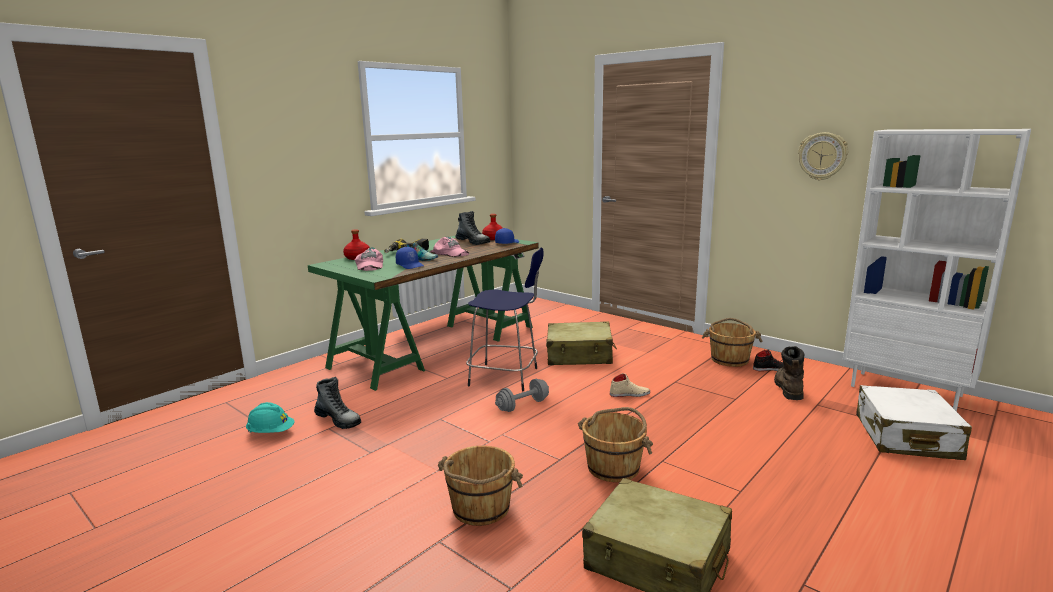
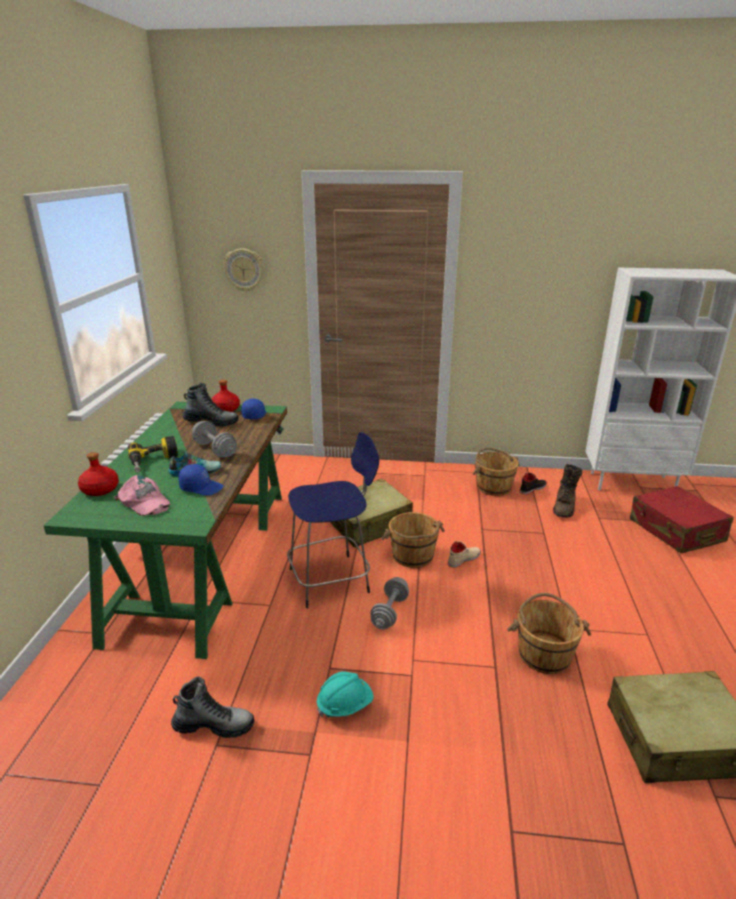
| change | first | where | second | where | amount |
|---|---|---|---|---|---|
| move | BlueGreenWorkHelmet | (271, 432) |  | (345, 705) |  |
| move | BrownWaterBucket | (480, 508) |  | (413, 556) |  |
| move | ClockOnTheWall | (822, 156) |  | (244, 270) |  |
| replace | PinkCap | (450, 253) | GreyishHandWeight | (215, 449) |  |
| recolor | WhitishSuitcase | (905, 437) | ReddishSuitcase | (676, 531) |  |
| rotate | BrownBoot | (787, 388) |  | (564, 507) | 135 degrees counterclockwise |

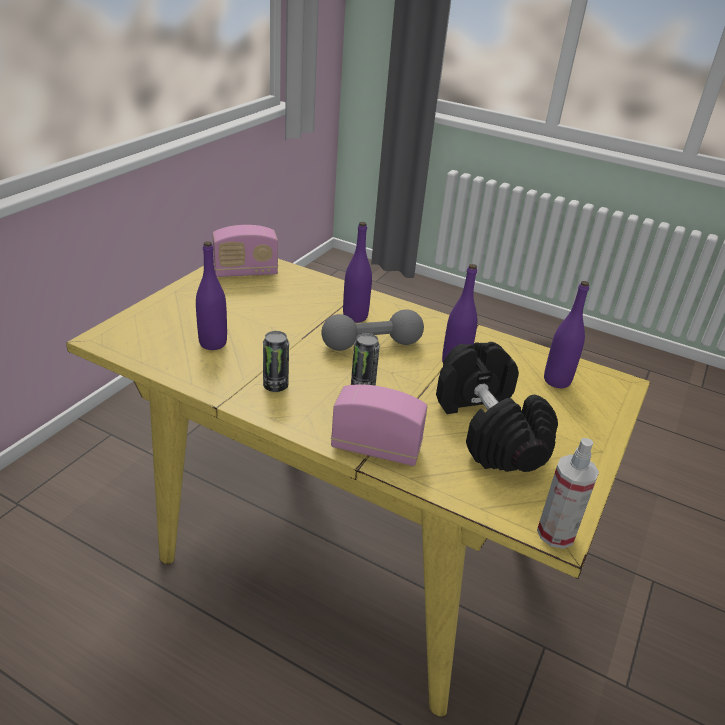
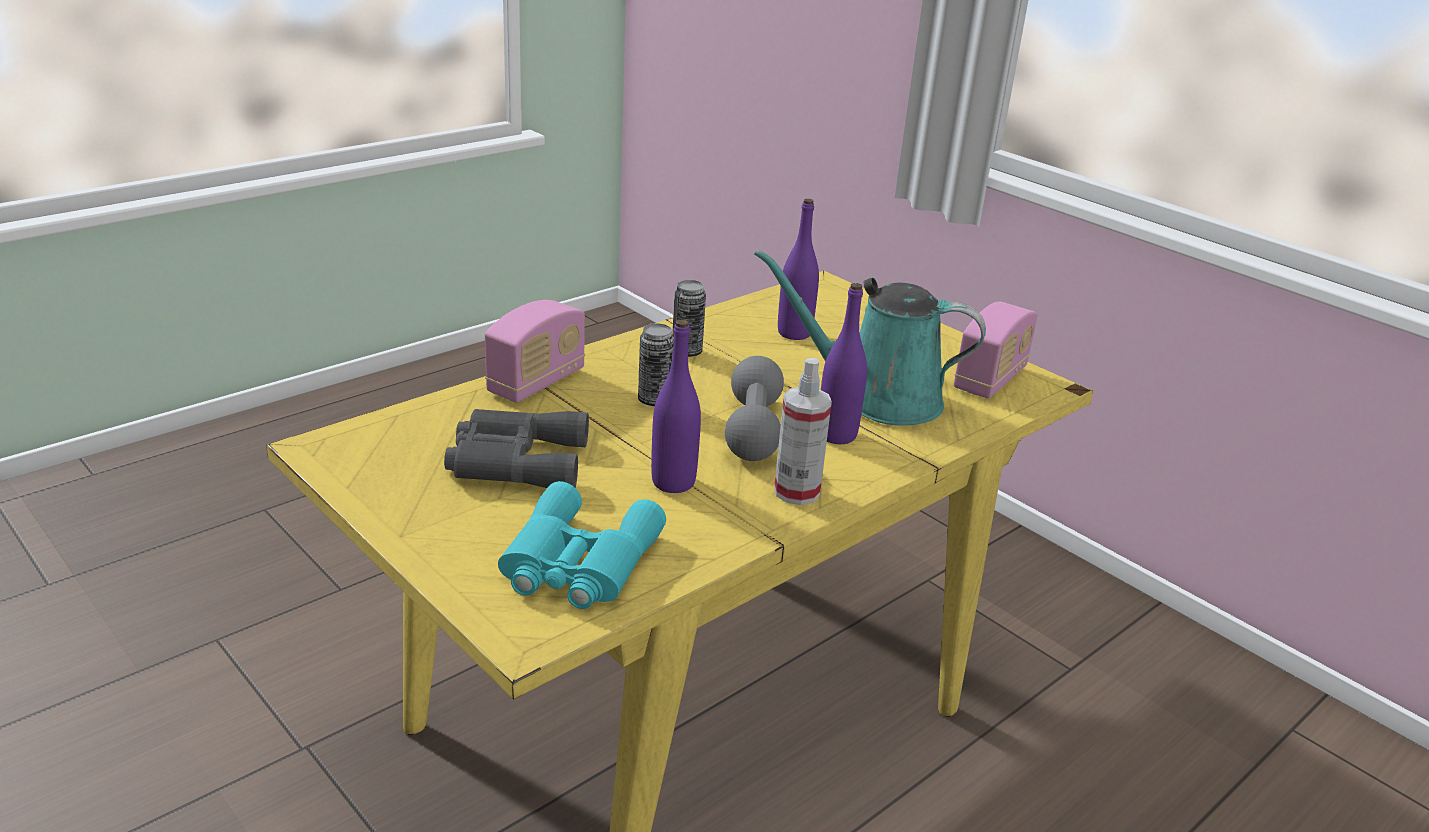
| change | first | where | second | where | amount |
|---|---|---|---|---|---|
| insert |  |  | BlueGreenSprinklingCan | (876, 398) |  |
| move | HandSprayer | (556, 533) |  | (796, 492) |  |
| replace | BlackHandWeight | (487, 429) | GreyishFieldGlasses | (514, 460) |  |
| replace | PurpleColouredBeverageBottle | (557, 381) | BlueGreenFieldGlasses | (577, 563) |  |
| rotate | Radio | (245, 272) |  | (990, 379) | 150 degrees counterclockwise |

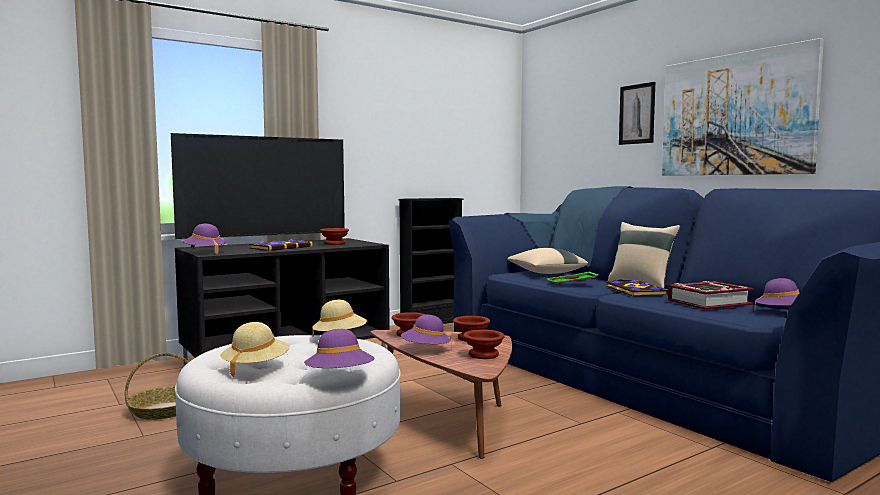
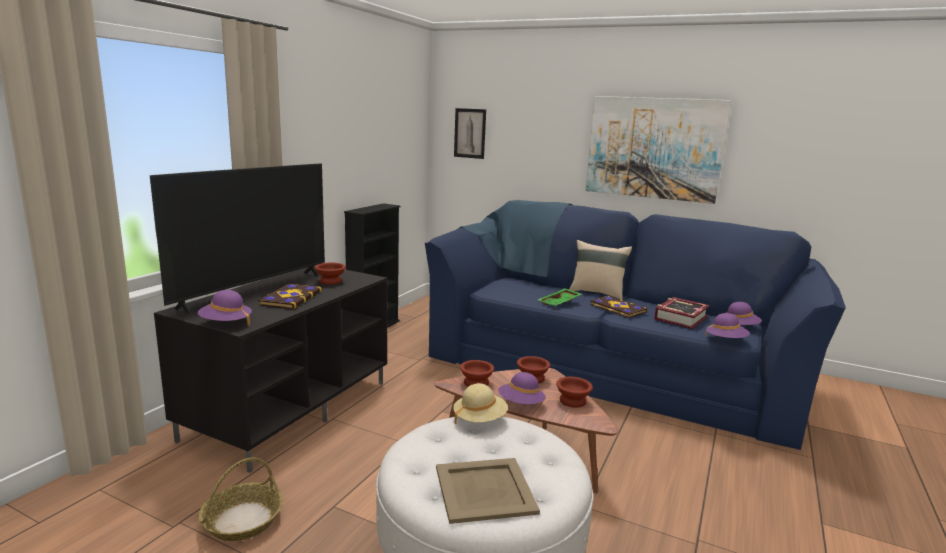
| change | first | where | second | where | amount |
|---|---|---|---|---|---|
| delete | BeigeColouredCushion | (545, 273) |  |  |  |
| move | PurpleColouredWearableHat | (340, 377) |  | (726, 340) |  |
| move | WallArt | (637, 114) |  | (470, 133) |  |
| replace | BeigeColouredWearableHat | (255, 367) | BeigeColouredServingTray | (484, 490) |  |

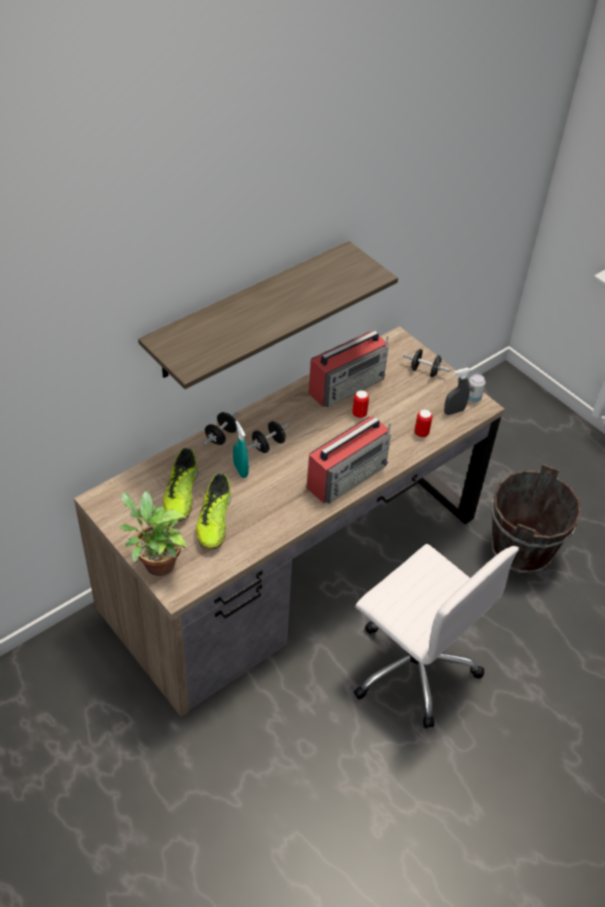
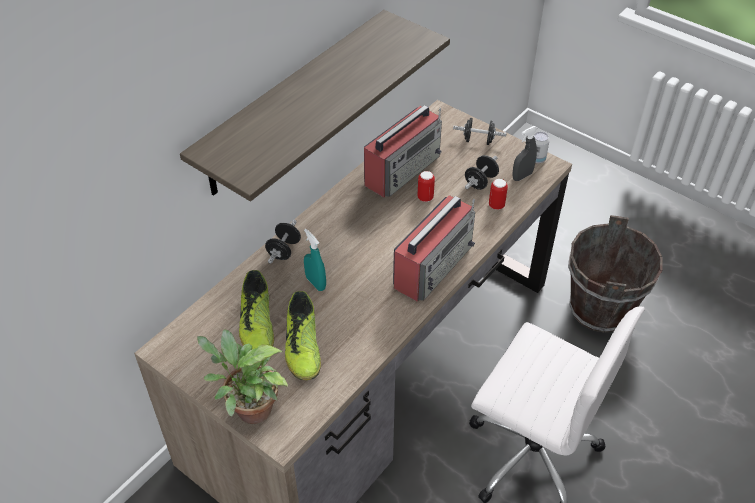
| change | first | where | second | where | amount |
|---|---|---|---|---|---|
| move | BlackHandWeight | (268, 445) |  | (480, 181) |  |

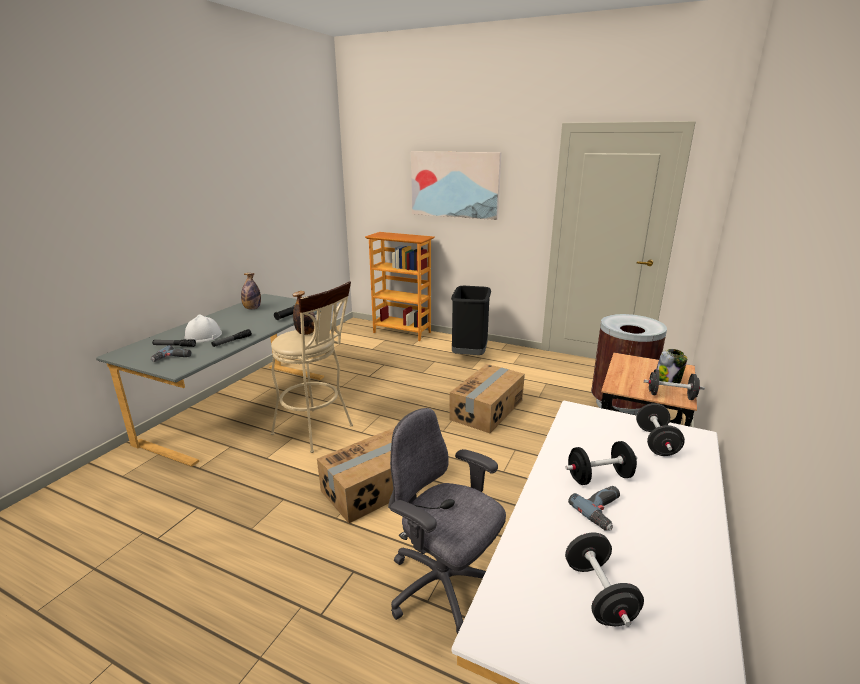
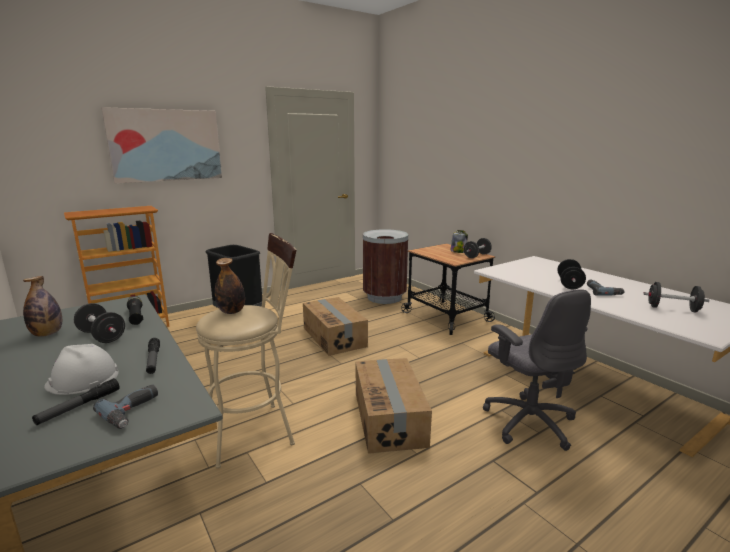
| change | first | where | second | where | amount |
|---|---|---|---|---|---|
| move | BlackHandWeight | (656, 442) |  | (102, 336) |  |
| rotate | GreyishComputerChair | (443, 588) |  | (529, 421) | 90 degrees counterclockwise |

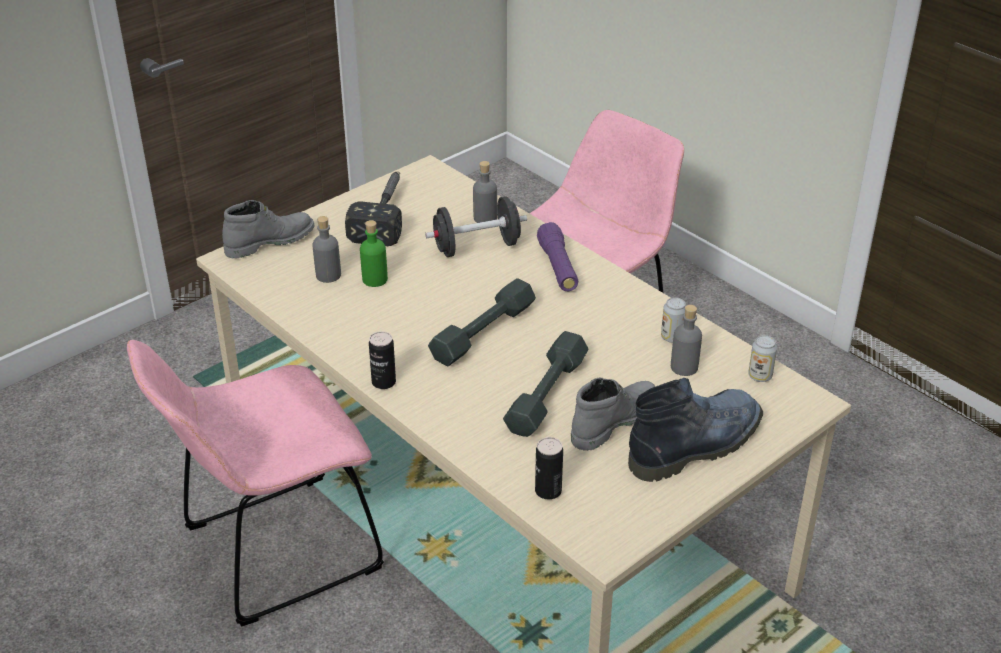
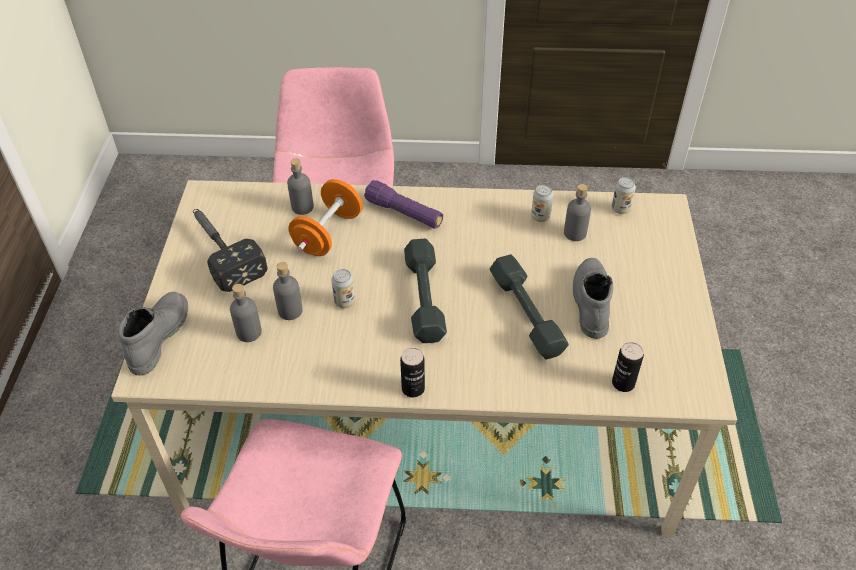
| change | first | where | second | where | amount |
|---|---|---|---|---|---|
| delete | Boot | (696, 444) |  |  |  |
| insert |  |  | Can | (345, 302) |  |
| recolor | GreenBeverageBottle | (375, 279) | GreyishBeverageBottle | (290, 311) |  |
| recolor | BlackHandWeight | (476, 247) | OrangeColouredHandWeight | (328, 234) |  |

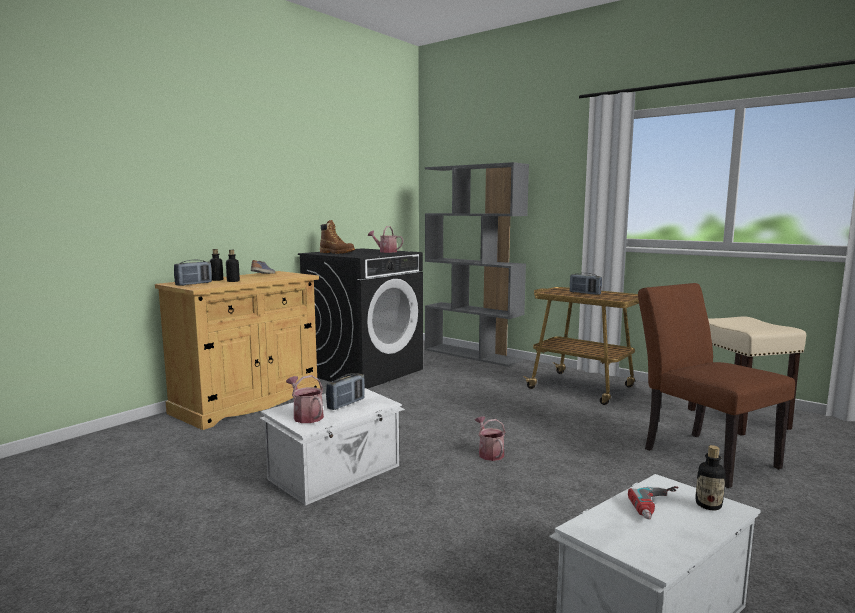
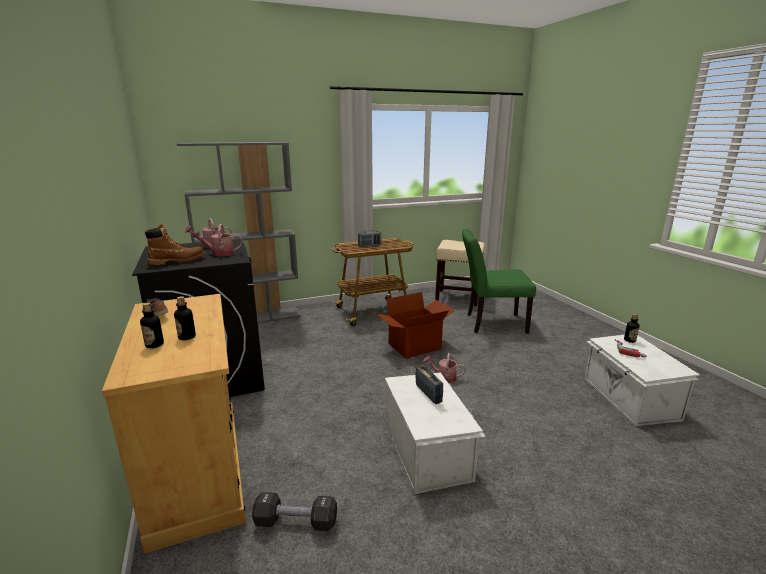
| change | first | where | second | where | amount |
|---|---|---|---|---|---|
| delete | Radio | (194, 284) |  |  |  |
| insert |  |  | BlackHandWeight | (296, 522) |  |
| insert |  |  | Carton | (415, 347) |  |
| move | SprinklingCan | (306, 416) |  | (220, 253) |  |
| recolor | BrownChair | (701, 454) | GreenChair | (491, 323) |  |

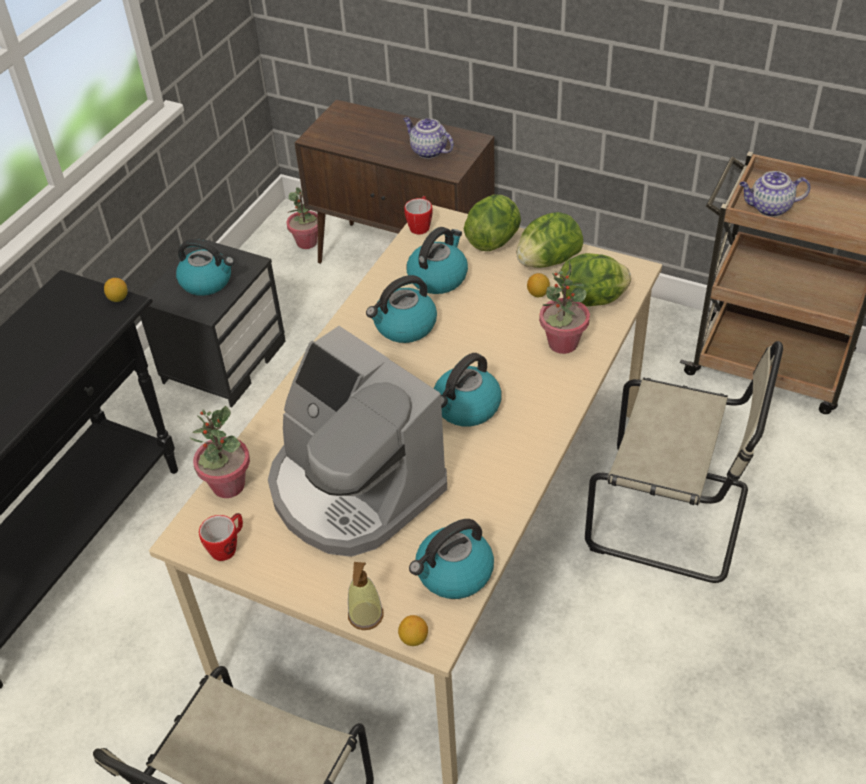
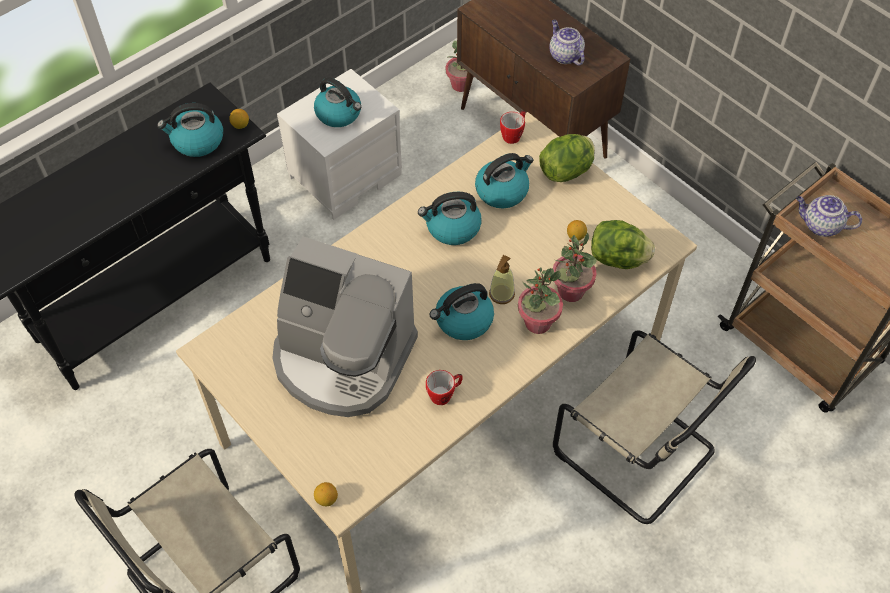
| change | first | where | second | where | amount |
|---|---|---|---|---|---|
| delete | LettuceHead | (548, 262) |  |  |  |
| move | Houseplant | (228, 485) |  | (537, 322) |  |
| move | TeaMug | (227, 546) |  | (444, 394) |  |
| move | SoapBottle | (365, 616) |  | (501, 294) |  |
| move | TeaKettle | (453, 573) |  | (197, 141) |  |
| recolor | BlackNightTable | (224, 360) | WhitishNightTable | (345, 174) |  |
| rotate | CoffeeBrewer | (353, 489) |  | (342, 358) | 45 degrees counterclockwise |

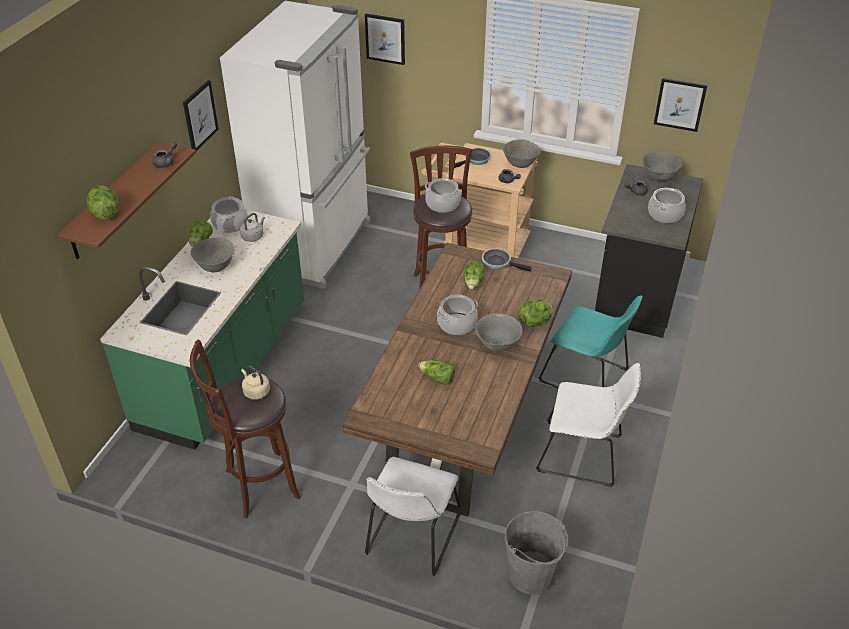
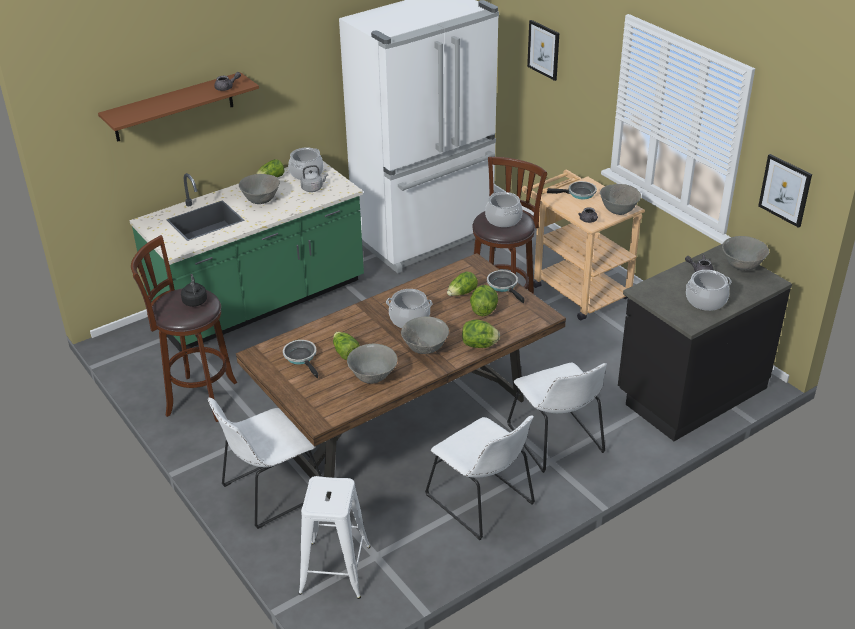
| change | first | where | second | where | amount |
|---|---|---|---|---|---|
| delete | WallArt | (200, 116) |  |  |  |
| insert |  |  | FryingPan | (301, 357) |  |
| insert |  |  | GreyishBowl | (373, 377) |  |
| move | LettuceHead | (105, 214) |  | (483, 310) |  |
| replace | GreyishWaterBucket | (531, 574) | WhitishStool | (335, 569) |  |
| recolor | BeigeColouredTeaKettle | (255, 391) | BlackTeaKettle | (195, 301) |  |
| recolor | BlueGreenChair | (587, 377) | WhitishChair | (557, 441) |  |

